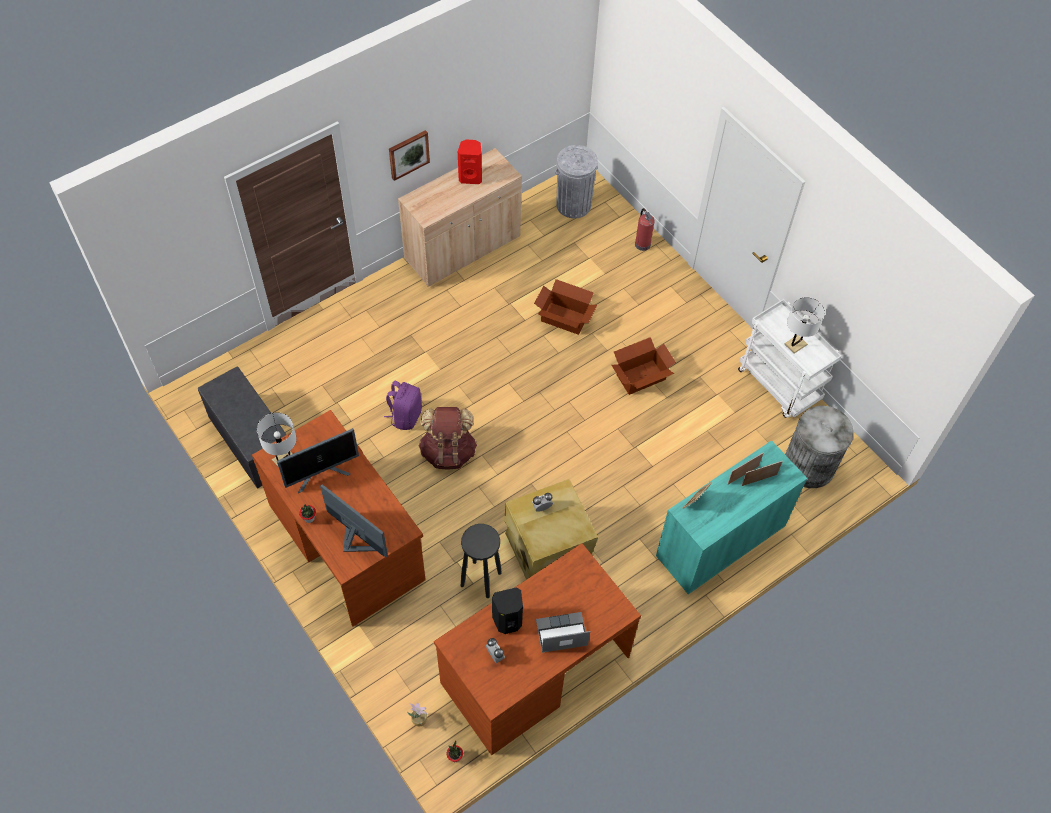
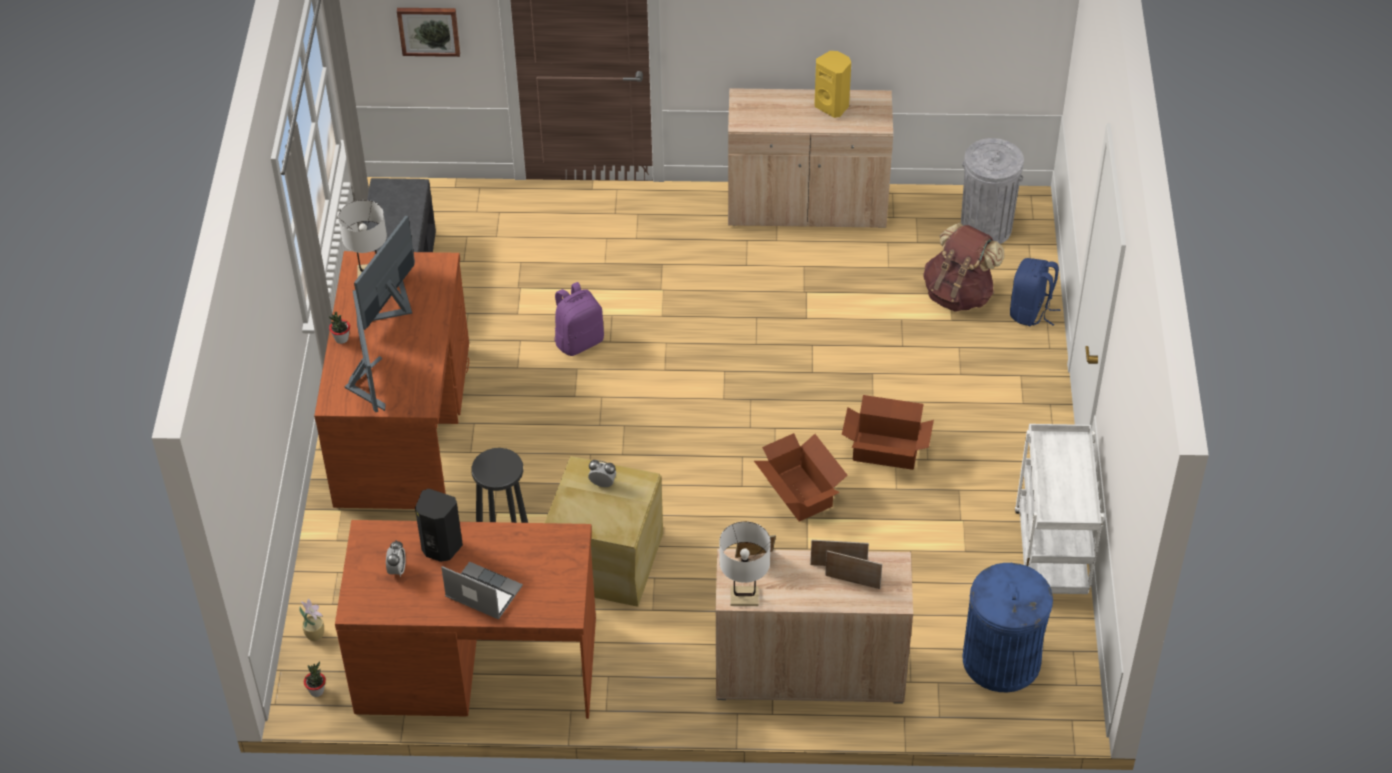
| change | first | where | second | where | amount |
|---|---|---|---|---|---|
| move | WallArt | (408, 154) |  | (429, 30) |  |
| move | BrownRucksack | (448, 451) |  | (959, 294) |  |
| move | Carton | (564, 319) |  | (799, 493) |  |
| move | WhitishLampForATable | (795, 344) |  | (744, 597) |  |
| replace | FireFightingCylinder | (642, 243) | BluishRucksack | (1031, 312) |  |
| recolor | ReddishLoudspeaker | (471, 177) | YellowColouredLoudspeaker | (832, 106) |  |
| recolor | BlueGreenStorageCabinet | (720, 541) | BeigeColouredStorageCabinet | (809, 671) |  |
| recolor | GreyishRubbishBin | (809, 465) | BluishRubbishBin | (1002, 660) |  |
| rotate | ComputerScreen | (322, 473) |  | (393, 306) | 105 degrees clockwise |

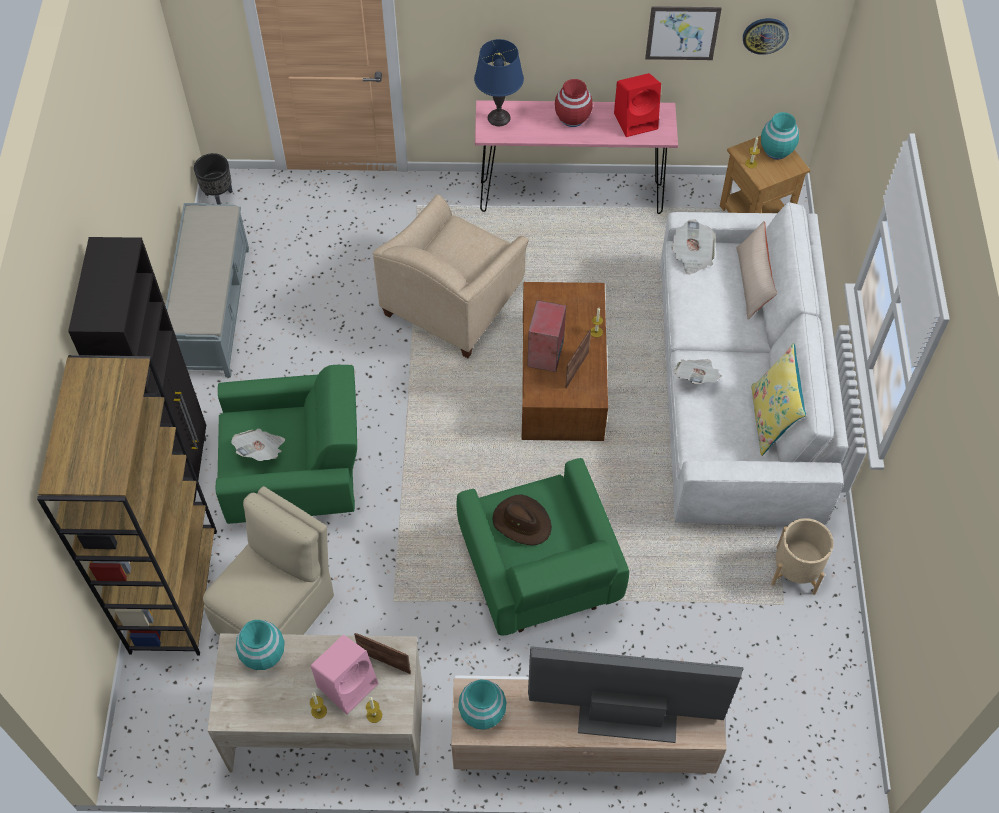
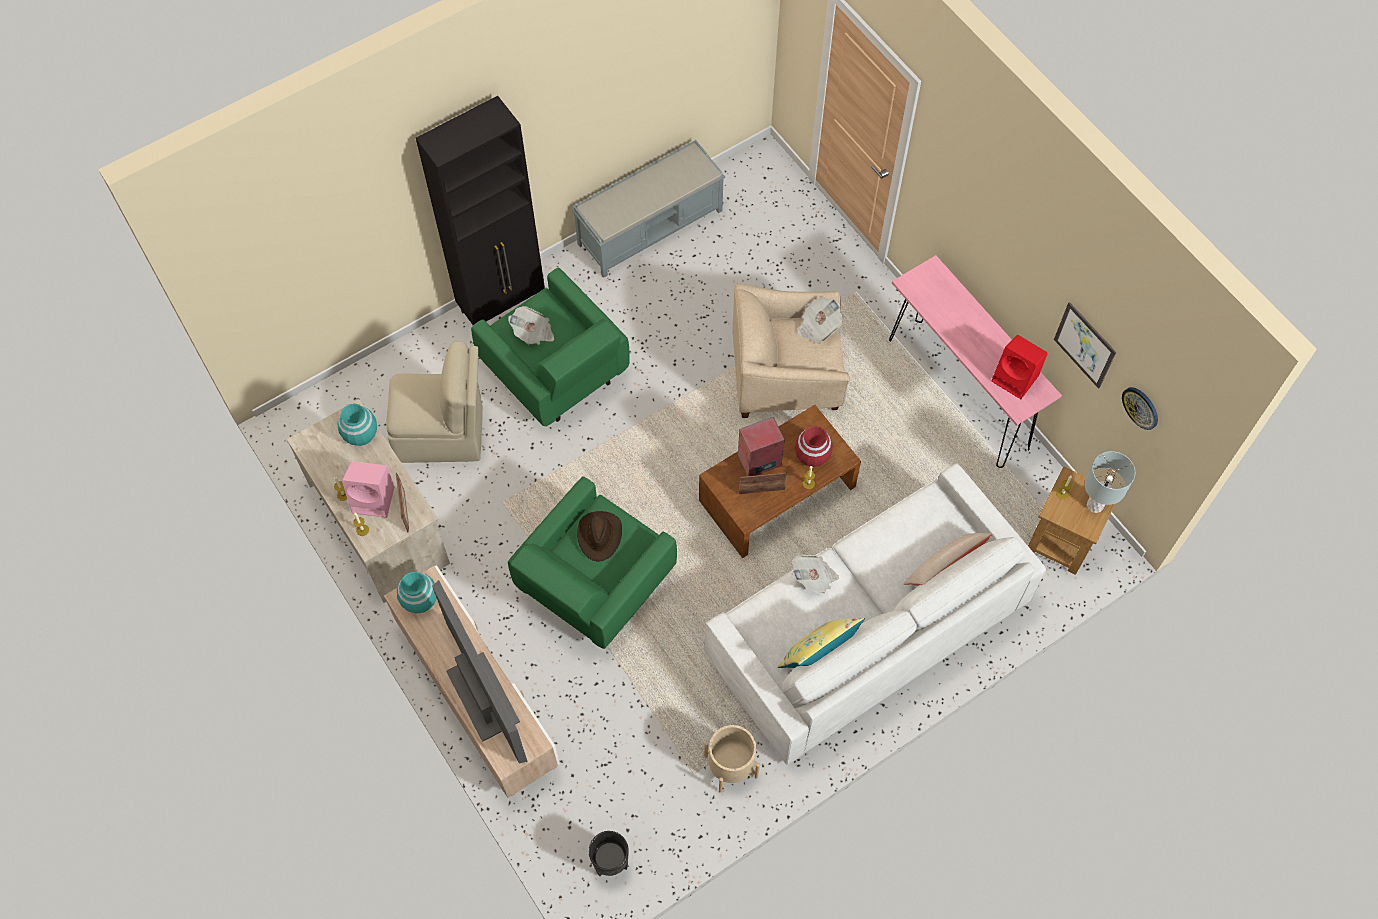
| change | first | where | second | where | amount |
|---|---|---|---|---|---|
| delete | BrownBookcase | (173, 590) |  |  |  |
| delete | BluishLampForATable | (498, 117) |  |  |  |
| move | BlackPlantPot | (219, 198) |  | (610, 863) |  |
| move | ReddishFlowerVase | (572, 118) |  | (812, 455) |  |
| move | PrintedPaper | (692, 255) |  | (818, 326) |  |
| replace | BlueGreenFlowerVase | (776, 150) | GreyishLampForATable | (1094, 505) |  |

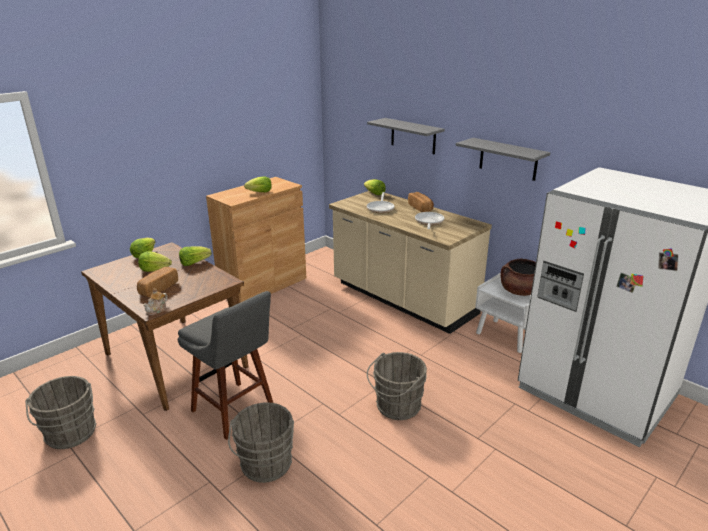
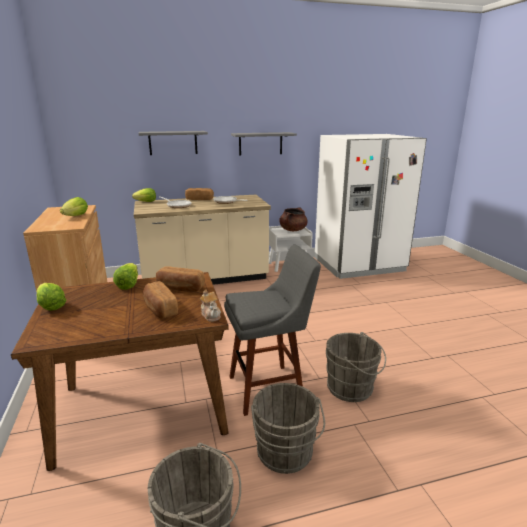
| change | first | where | second | where | amount |
|---|---|---|---|---|---|
| delete | LettuceHead | (155, 270) |  |  |  |
| insert |  |  | Bread | (180, 288) |  |
| move | GreyishWaterBucket | (396, 407) |  | (285, 454) |  |

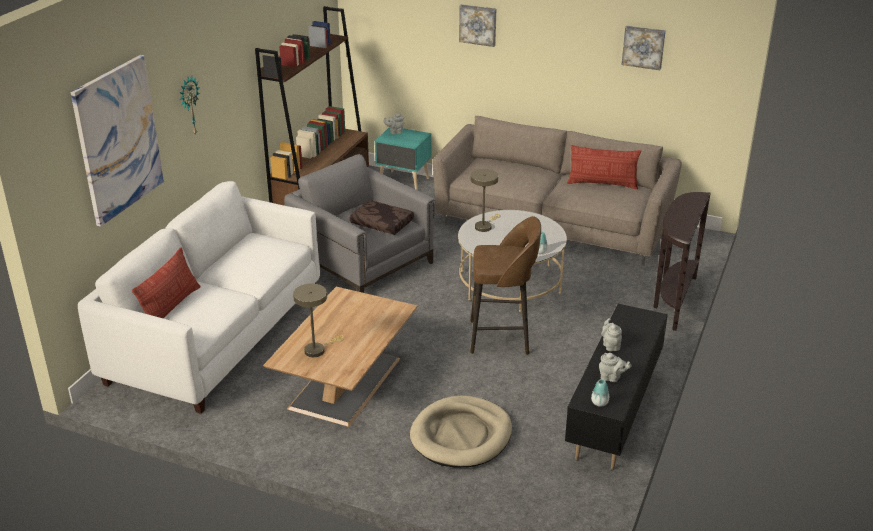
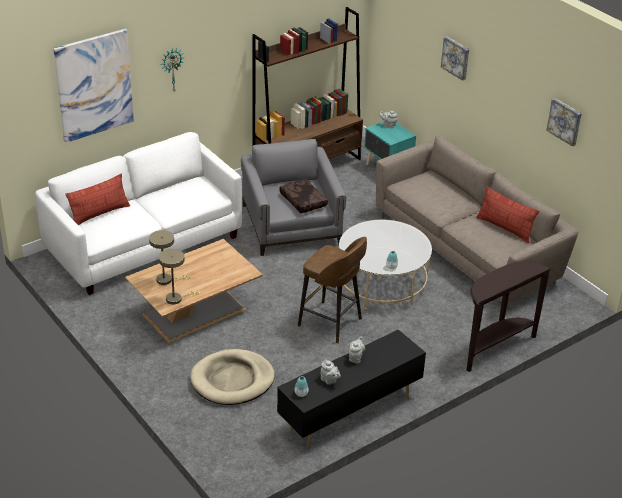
| change | first | where | second | where | amount |
|---|---|---|---|---|---|
| move | BeigeColouredLampForATable | (484, 226) |  | (176, 298) |  |

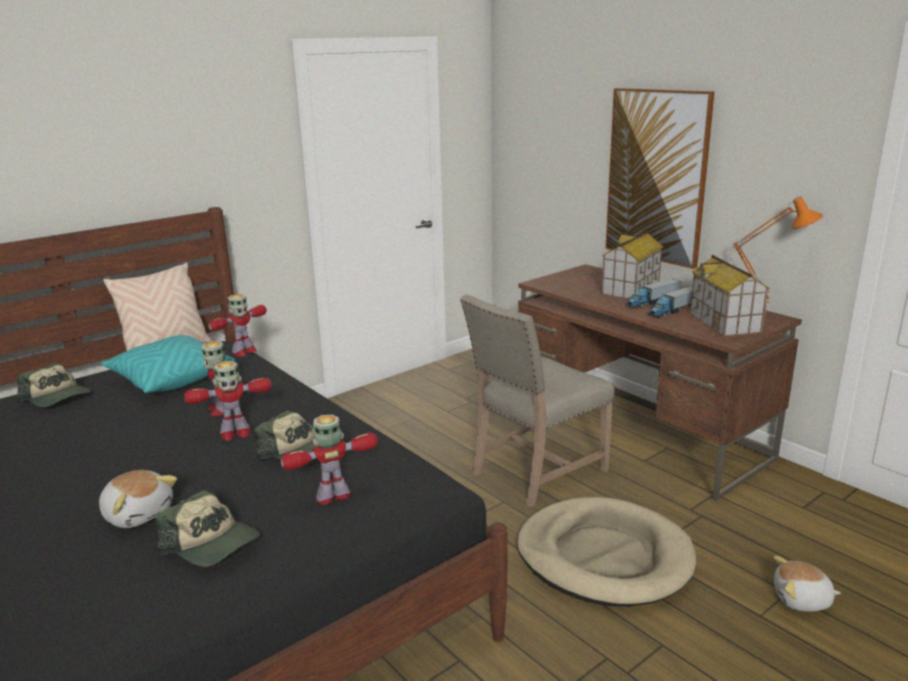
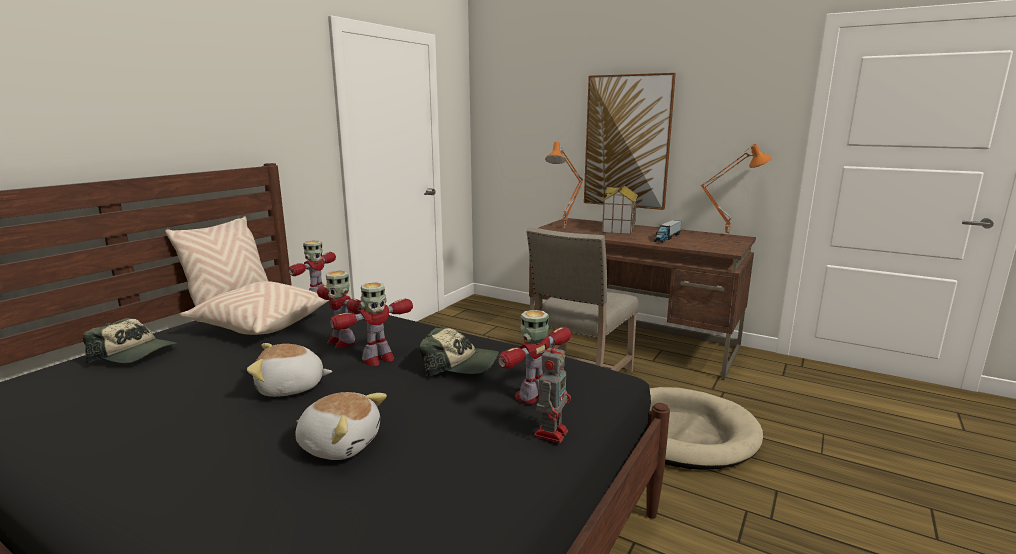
| change | first | where | second | where | amount |
|---|---|---|---|---|---|
| delete | Cap | (212, 543) |  |  |  |
| delete | ToyTruck | (653, 302) |  |  |  |
| delete | MiniatureHouse | (725, 323) |  |  |  |
| insert |  |  | RobotFigure | (552, 432) |  |
| insert |  |  | OrangeColouredLampForATable | (566, 228) |  |
| move | CuddlyToy | (802, 600) |  | (290, 388) |  |
| recolor | BlueGreenCushion | (170, 379) | BeigeColouredCushion | (260, 325) |  |

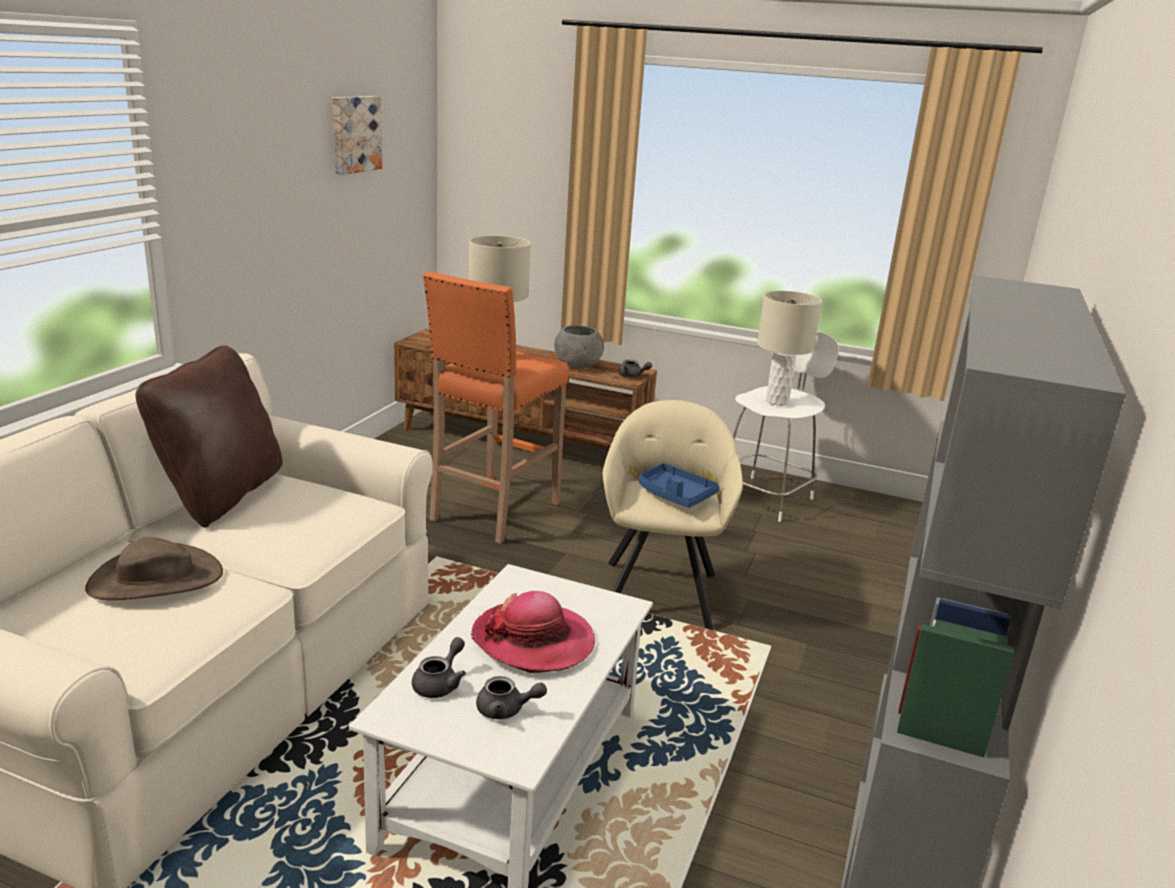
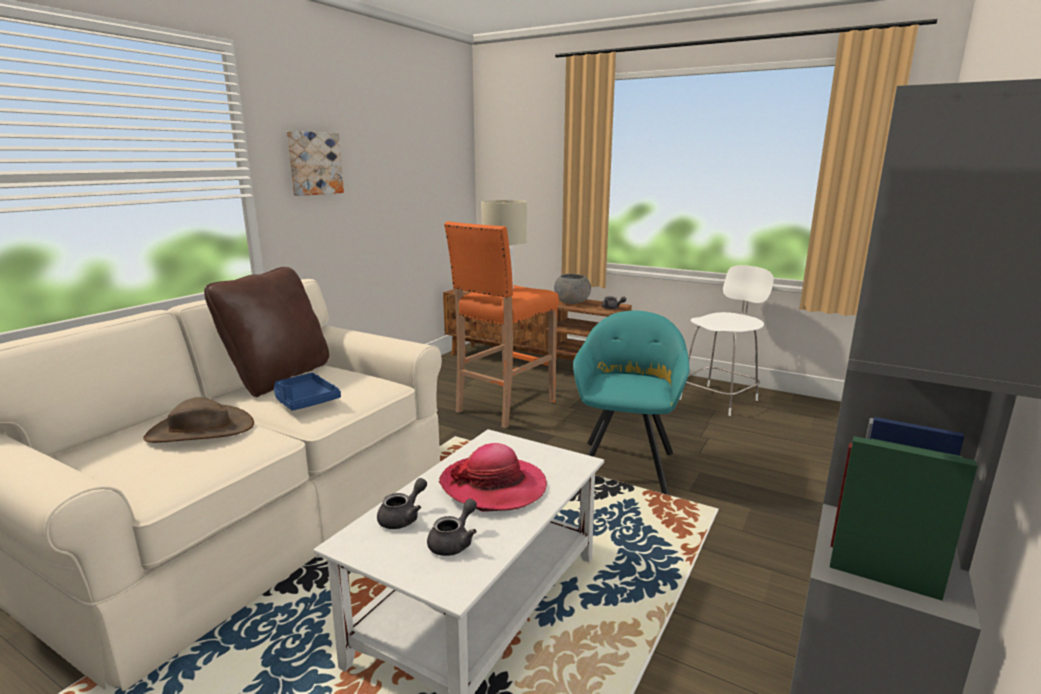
| change | first | where | second | where | amount |
|---|---|---|---|---|---|
| delete | BeigeColouredLampForATable | (777, 402) |  |  |  |
| move | WallArt | (354, 134) |  | (314, 163) |  |
| move | BluishServingTray | (675, 495) |  | (304, 400) |  |
| recolor | BeigeColouredArmchair | (660, 590) | BlueGreenArmchair | (627, 464) |  |
| rotate | GreyishTeapot | (506, 710) |  | (454, 542) | 75 degrees counterclockwise |

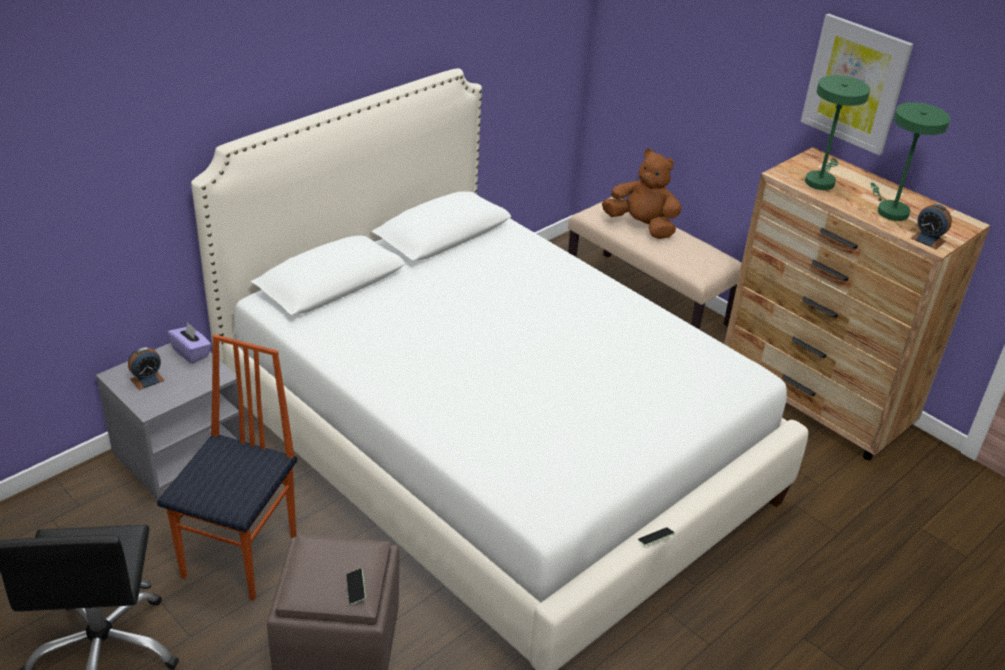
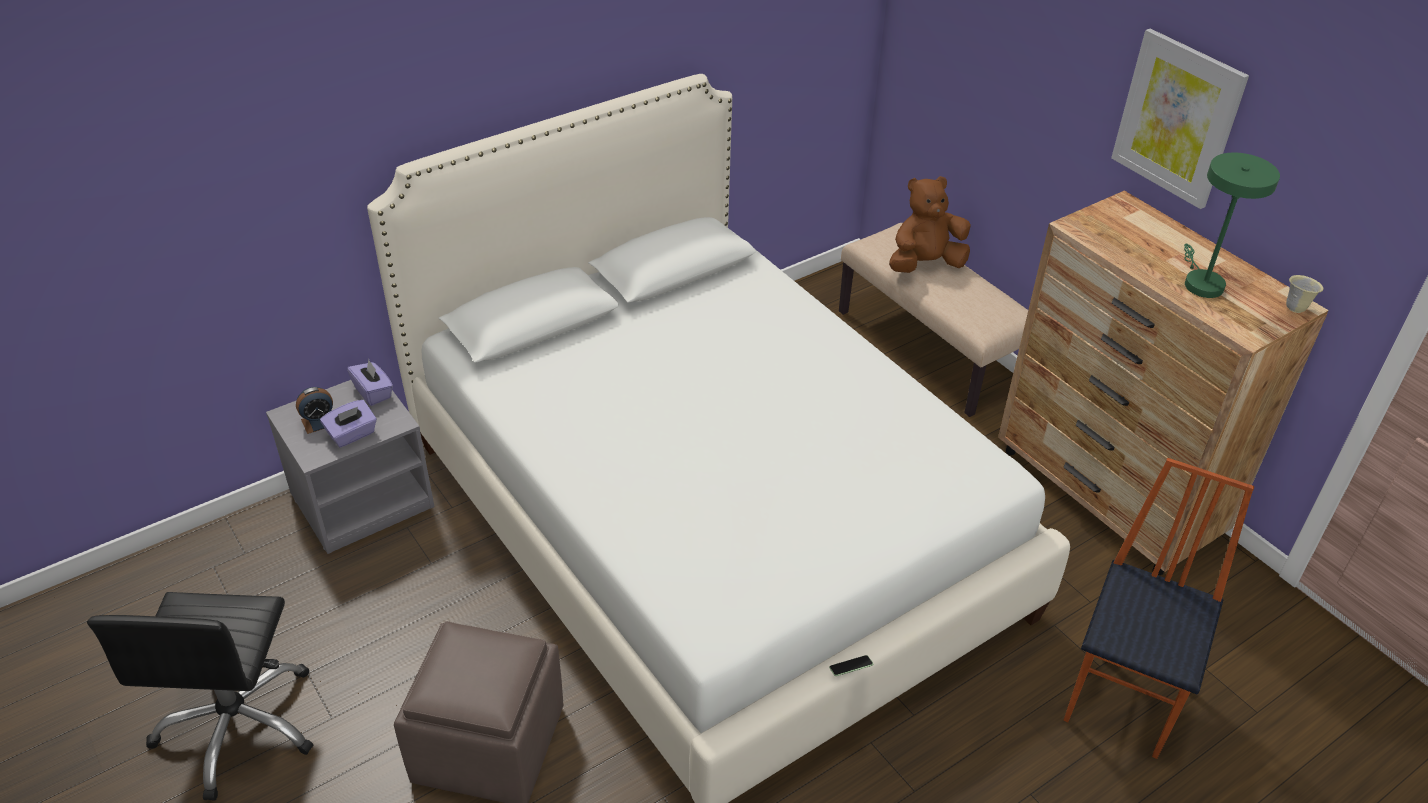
| change | first | where | second | where | amount |
|---|---|---|---|---|---|
| delete | Phone | (356, 590) |  |  |  |
| delete | GreenLampForATable | (820, 180) |  |  |  |
| delete | AlarmClock | (928, 239) |  |  |  |
| insert |  |  | PurpleColouredTissueBox | (352, 434) |  |
| insert |  |  | BeigeColouredTeaMug | (1296, 308) |  |
| move | Chair | (242, 556) |  | (1124, 699) |  |
| rotate | BrownCuddlyToy | (642, 226) |  | (925, 264) | 60 degrees counterclockwise |

